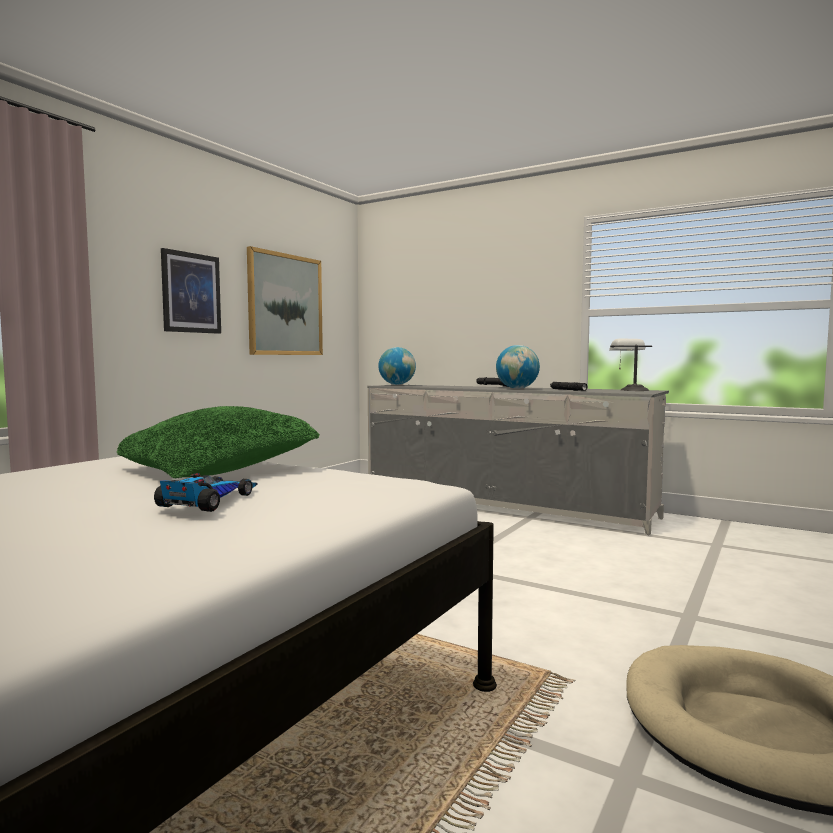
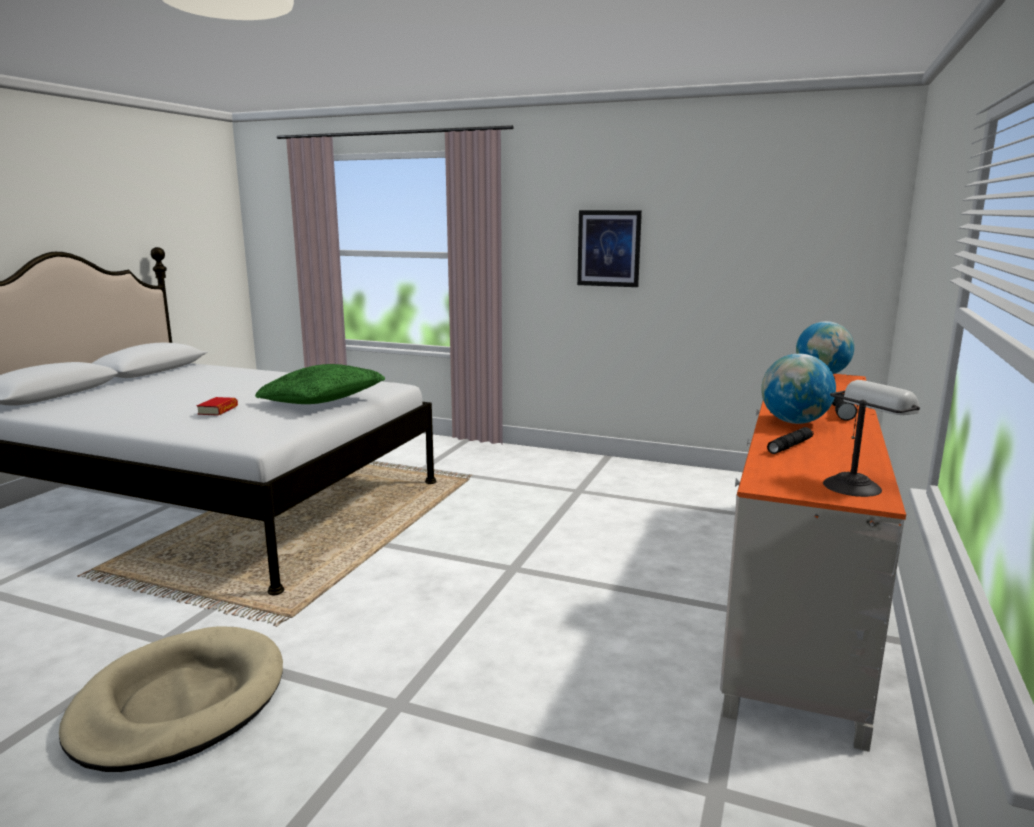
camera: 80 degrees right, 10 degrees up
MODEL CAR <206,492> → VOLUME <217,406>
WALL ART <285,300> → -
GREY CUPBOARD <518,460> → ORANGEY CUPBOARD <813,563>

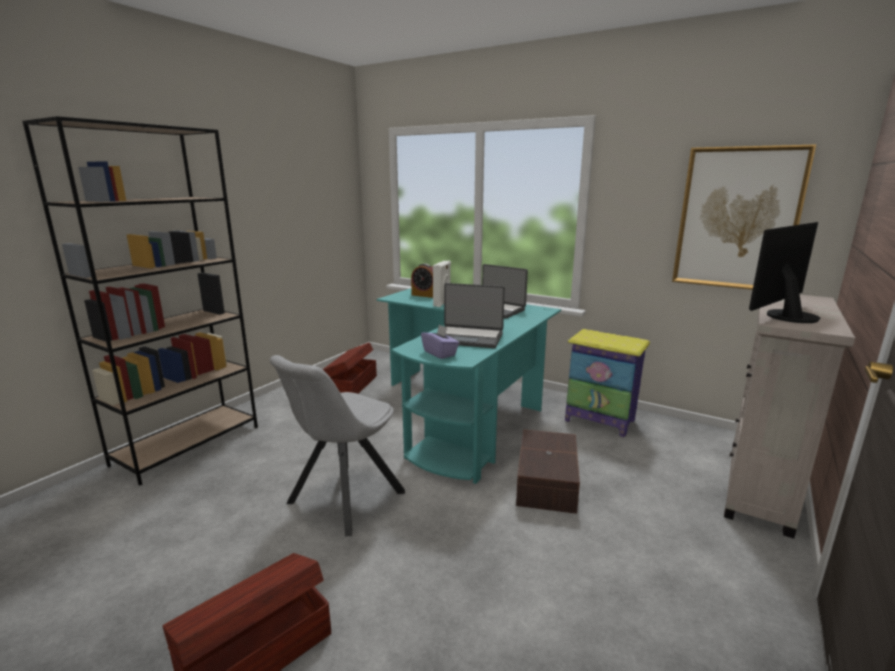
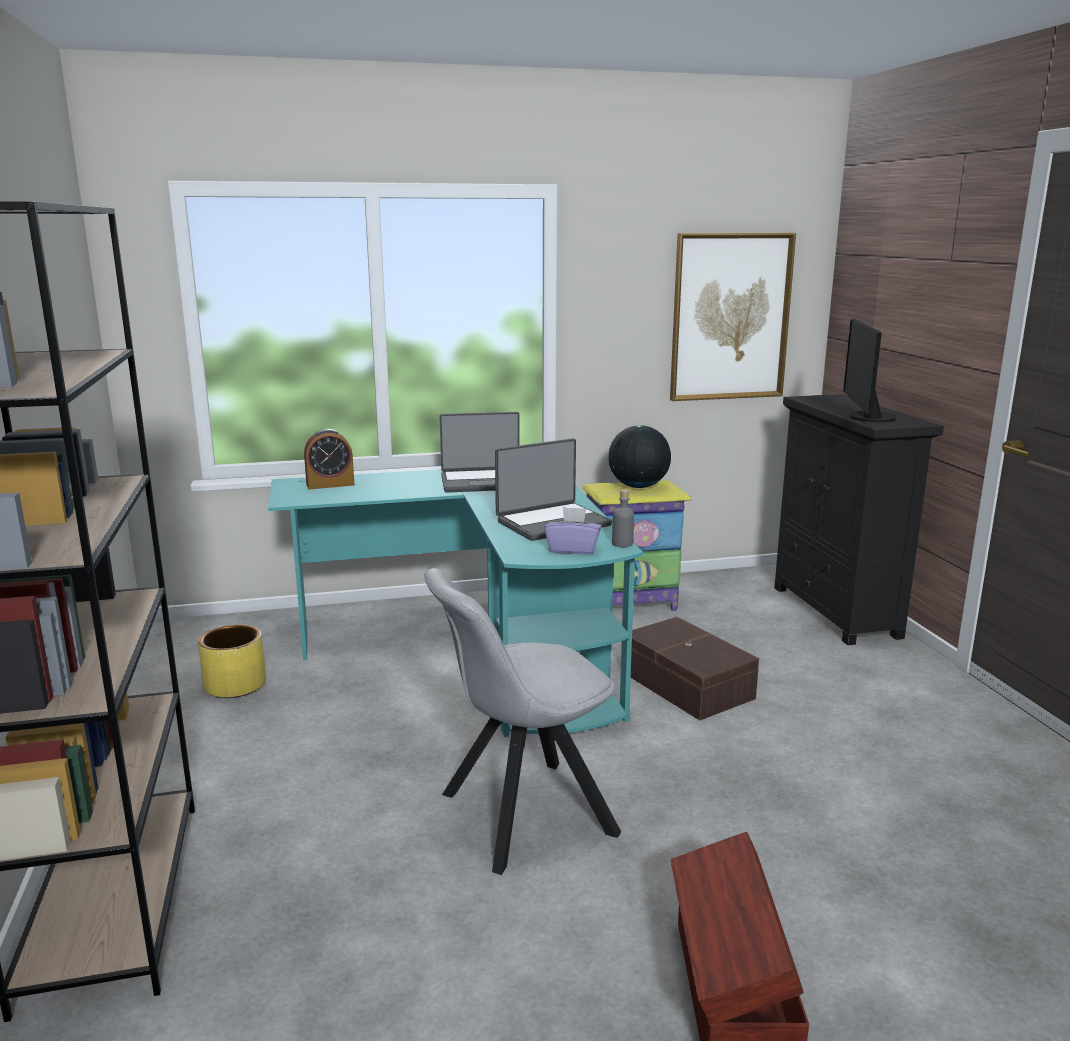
camera: 45 degrees left, 0 degrees up
GREY CHAIR <337,445> → GREY CHAIR <522,721>, 75 degrees clockwise
BROWN-COLOURED STORAGE BIN <350,368> → YELLOWISH PLANT POT <232,661>
WHITE AUDIO SPEAKER <442,284> → -
BEIGE CUPBOARD <789,417> → BLACK-COLOURED CUPBOARD <859,519>
- → DESK GLOBE <640,456>
- → GREY BEVERAGE BOTTLE <623,518>

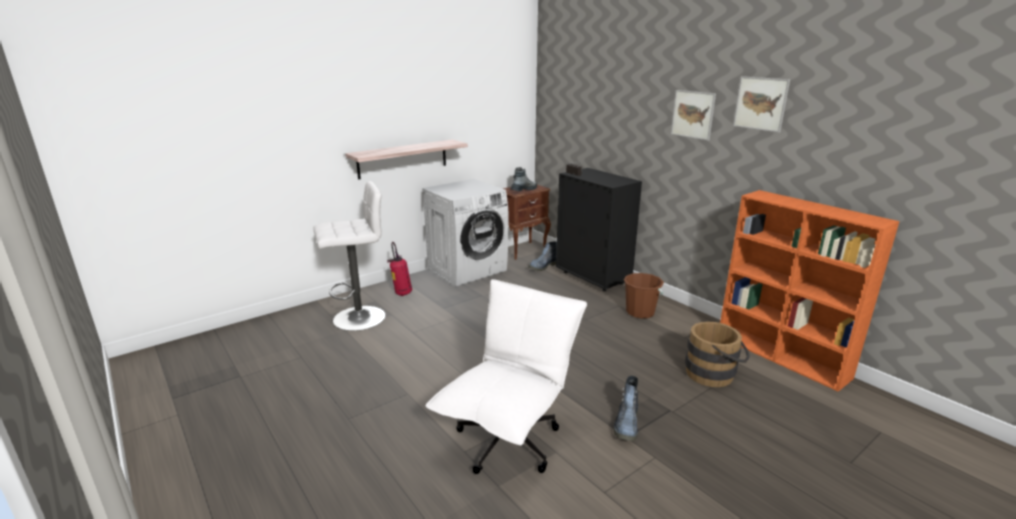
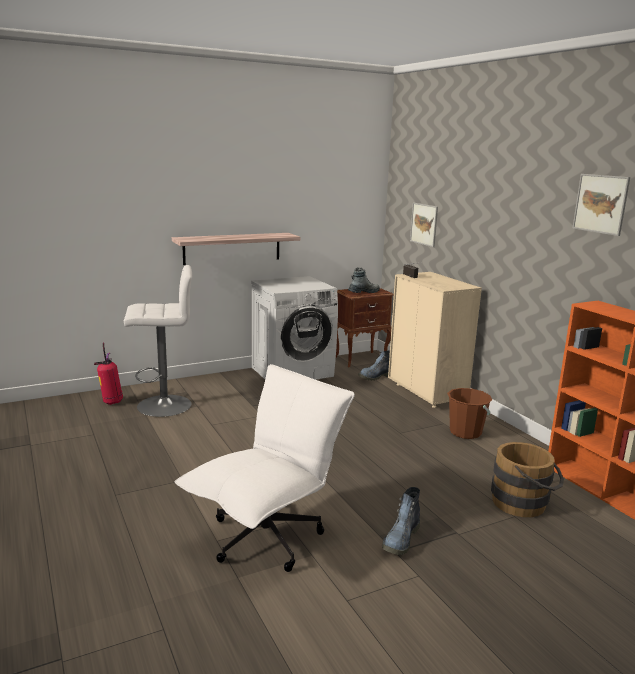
camera: 10 degrees right, 5 degrees down
EXTINGUISHER <399,269> → EXTINGUISHER <108,373>, shifted
BLACK-COLOURED CUPBOARD <599,229> → BEIGE CUPBOARD <435,340>
WALL ART <693,115> → WALL ART <424,225>, shifted

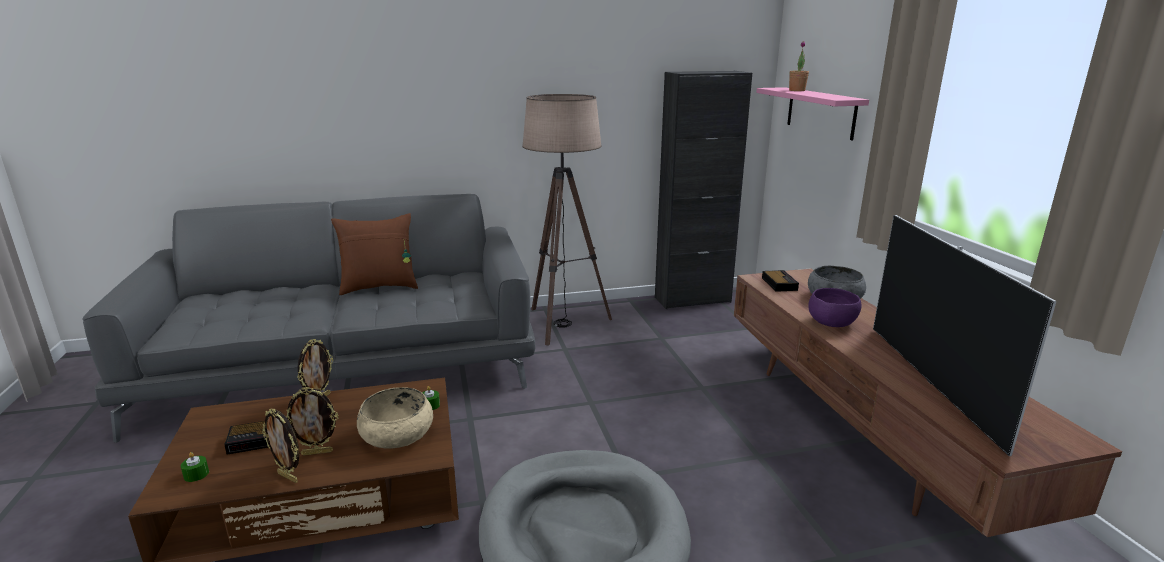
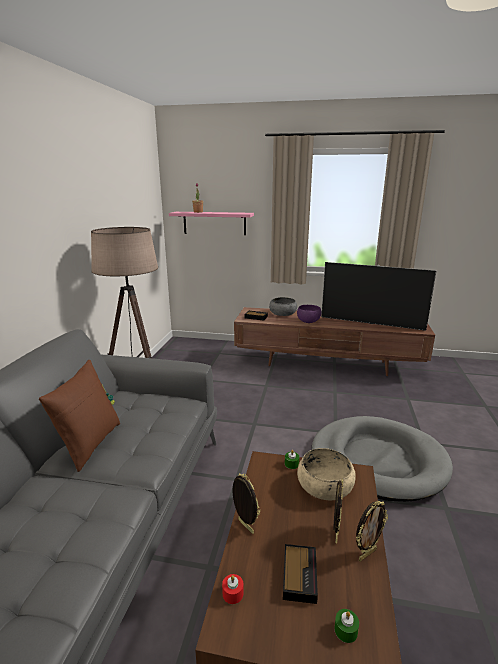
camera: 65 degrees left, 0 degrees up
BLACK-COLOURED CUPBOARD <703,190> → -
- → RED-COLOURED WAX LIGHT <233,589>

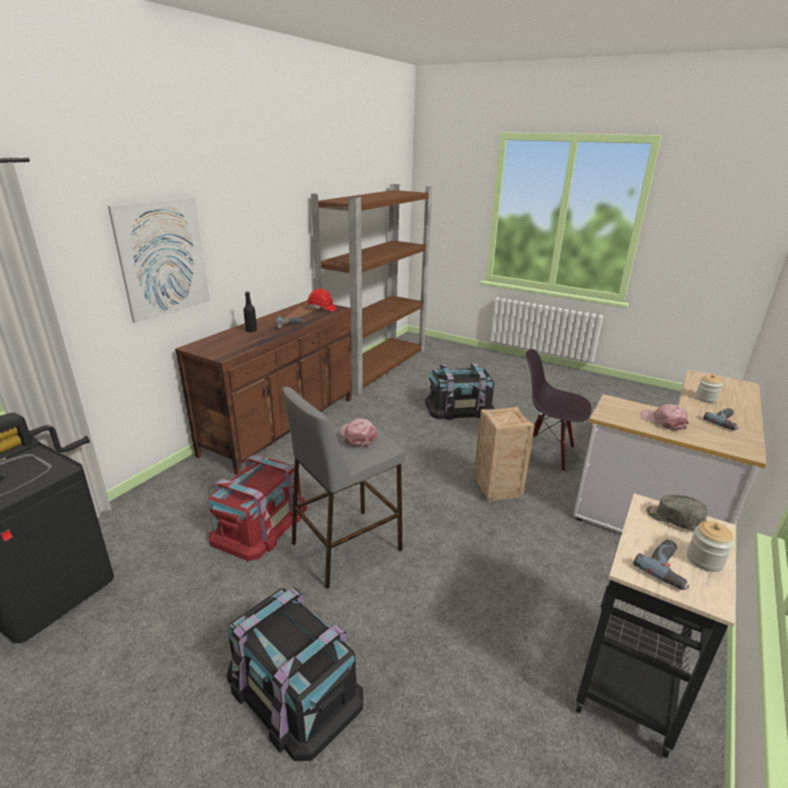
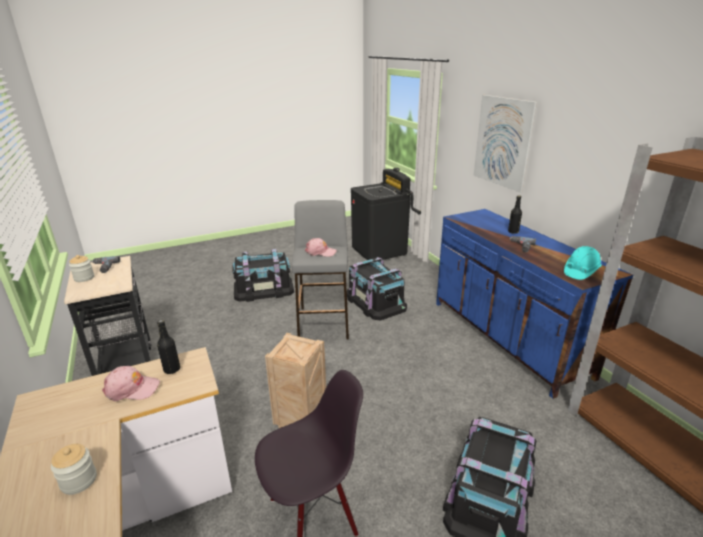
camera: 125 degrees right, 0 degrees up
BROWN-COLOURED CUPBOARD <263,388> → BLUISH CUPBOARD <534,304>
RED-COLOURED STORAGE BIN <257,508> → BLACK-COLOURED STORAGE BIN <377,288>
RED-COLOURED WORK HELMET <322,300> → TURQUOISE WORK HELMET <583,263>
GREY BASEBALL CAP <676,513> → -
DRILL <720,419> → -
- → BLACK-COLOURED BEVERAGE BOTTLE <168,347>

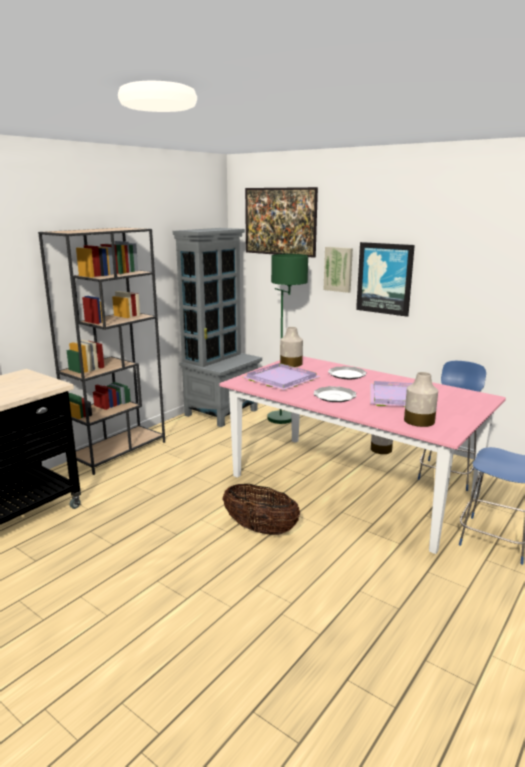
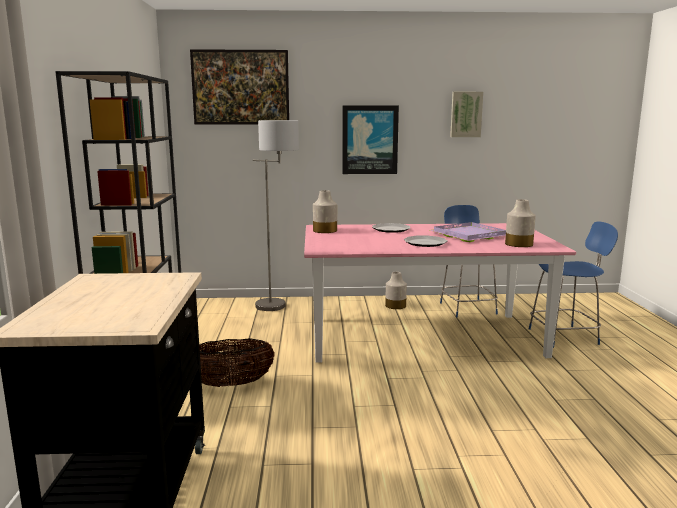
camera: 40 degrees left, 5 degrees down
GREY CUPBOARD <217,327> → -
STORAGE BASKET <261,509> → STORAGE BASKET <237,362>, shifted
PURPLE SERVING TRAY <282,376> → -
GREEN-COLOURED FLOOR LAMP <287,339> → GREY FLOOR LAMP <276,215>
WALL ART <338,270> → WALL ART <466,114>, shifted

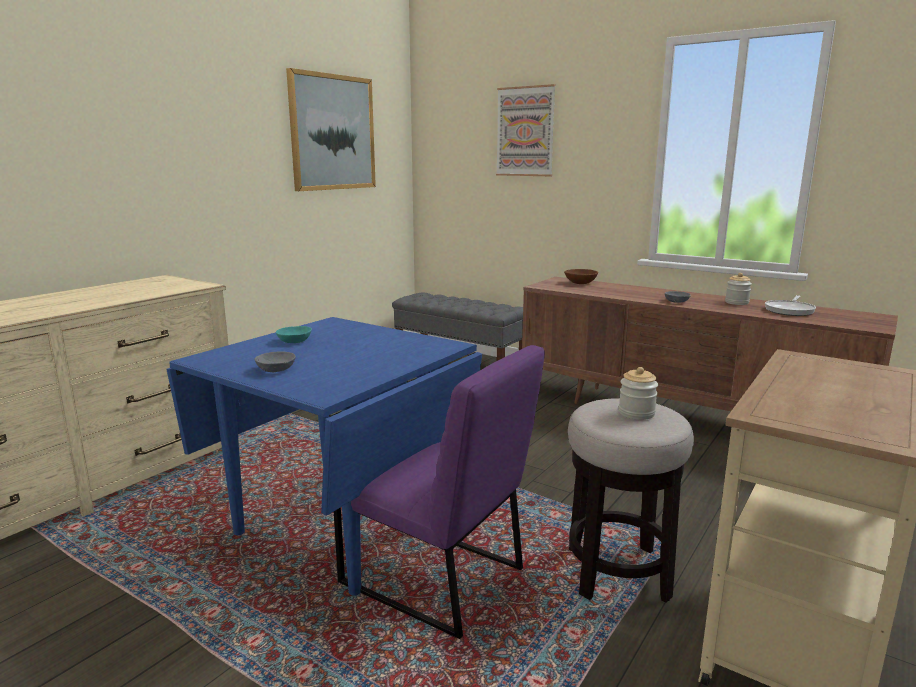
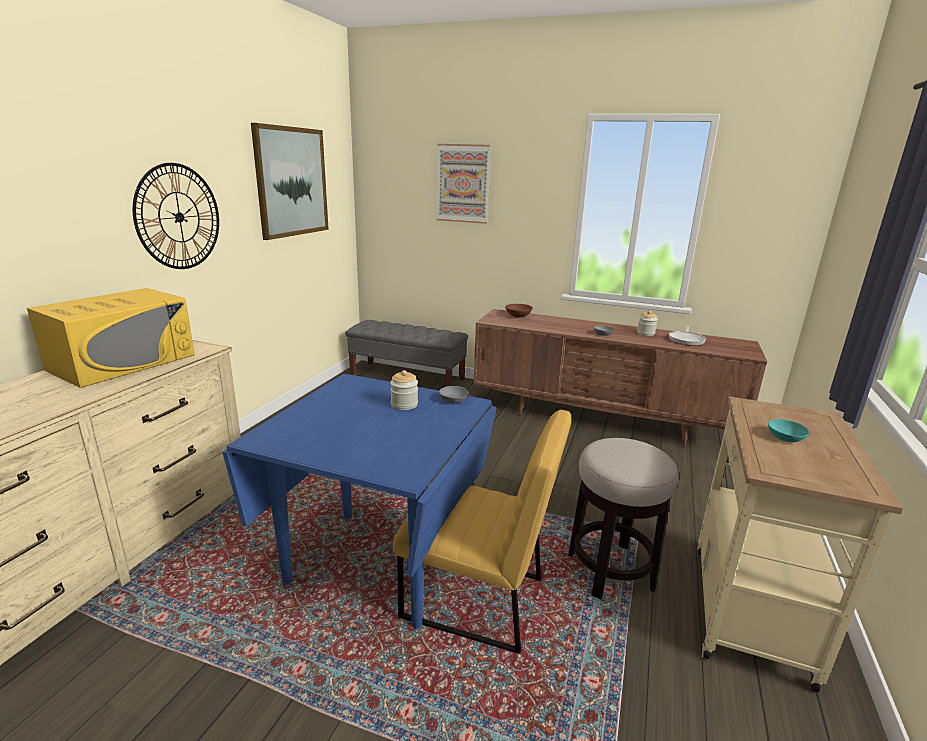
camera: 15 degrees left, 5 degrees up
GREY BOWL <275,362> → GREY BOWL <454,395>, shifted
TURQUOISE BOWL <294,334> → TURQUOISE BOWL <789,430>, shifted
PURPLE CHAIR <439,492> → YELLOWISH CHAIR <482,531>
PRESERVE JAR <638,393> → PRESERVE JAR <404,390>, shifted
- → YELLOWISH MICROWAVE OVEN <111,338>
- → WALL CLOCK <176,216>

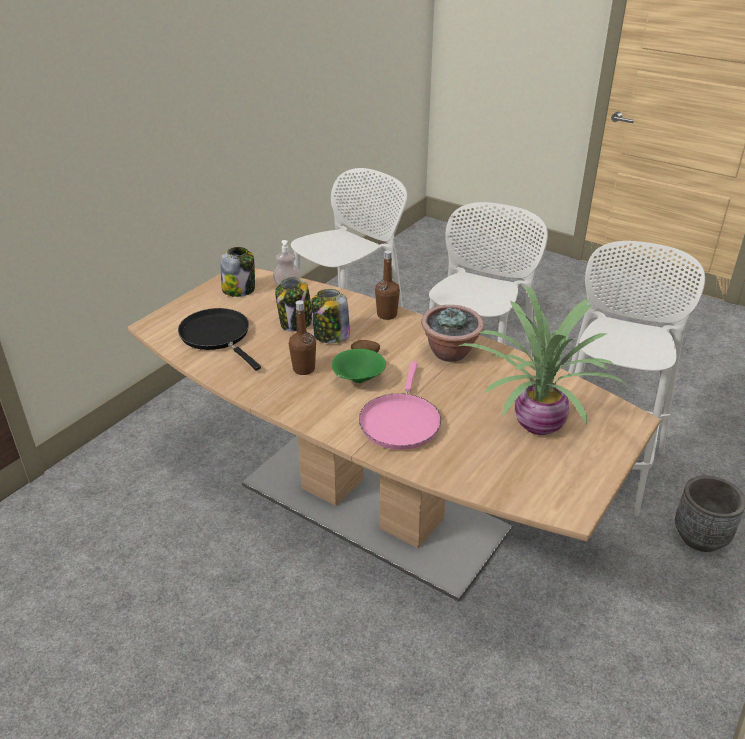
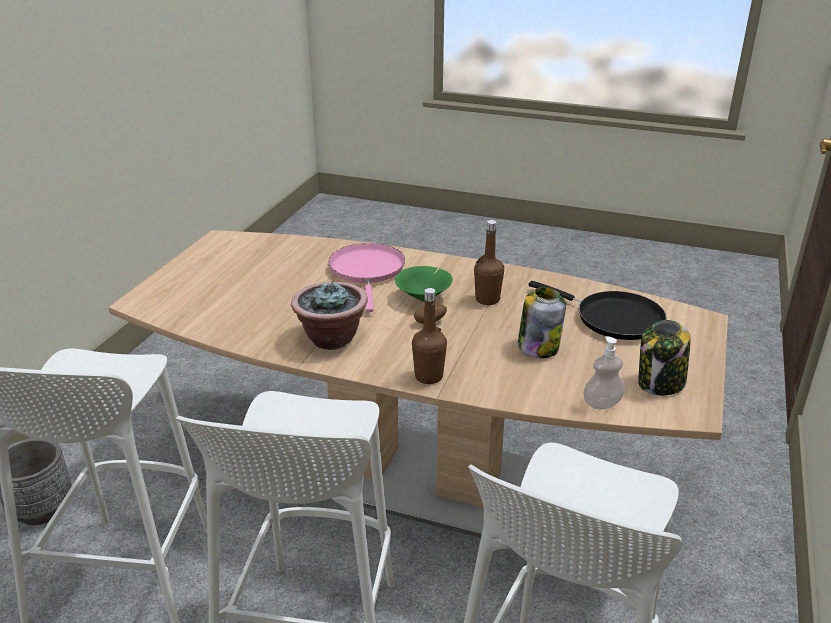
camera: 165 degrees right, 5 degrees down
PRESERVE JAR <330,316> → -
HOUSEPLANT <542,360> → -

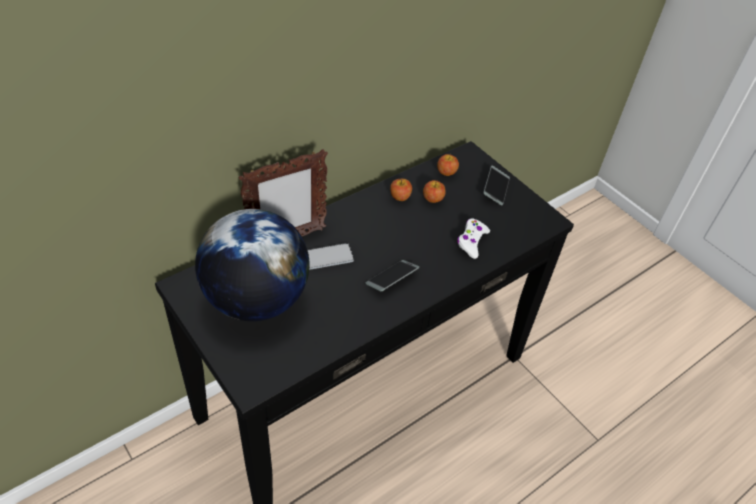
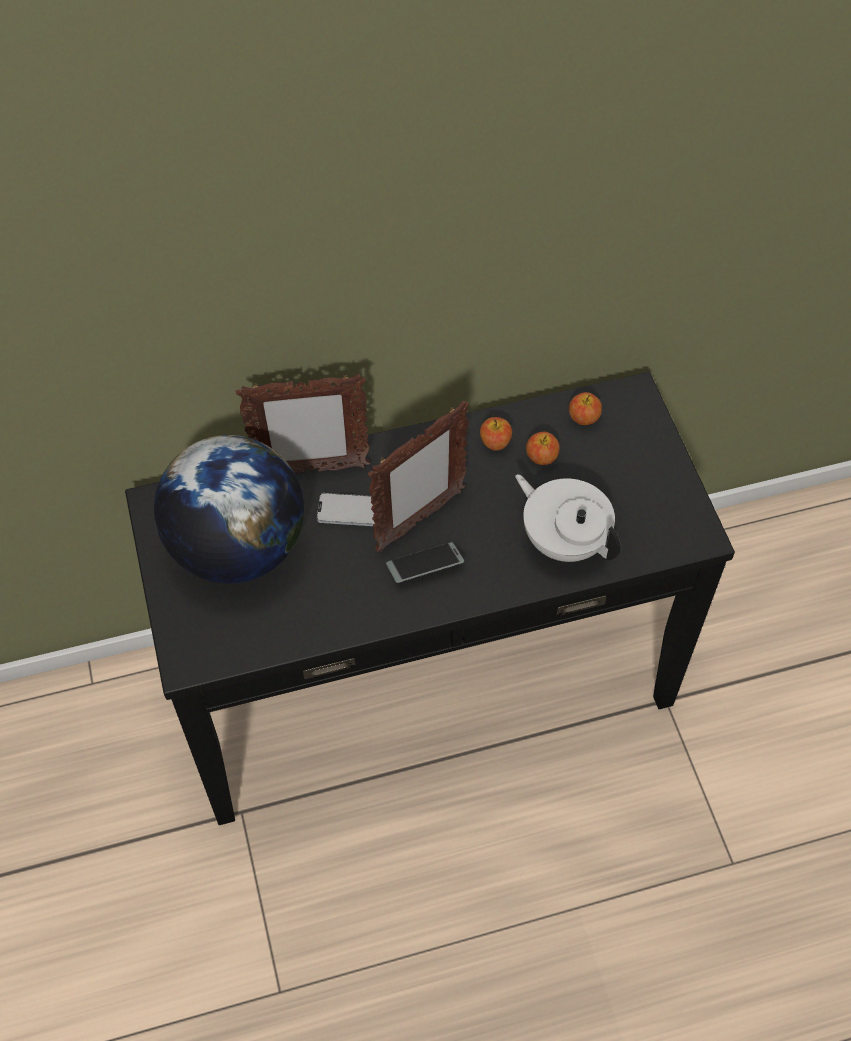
camera: 25 degrees right, 10 degrees up
WHITE GAME CONTROLLER <473,238> → WHITE TEAPOT <568,518>
TELEPHONE <496,185> → -
- → PHOTO FRAME <419,476>

